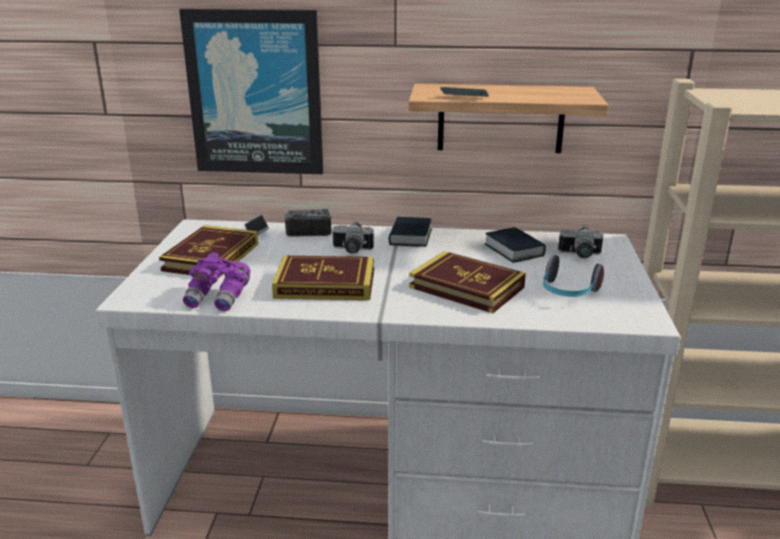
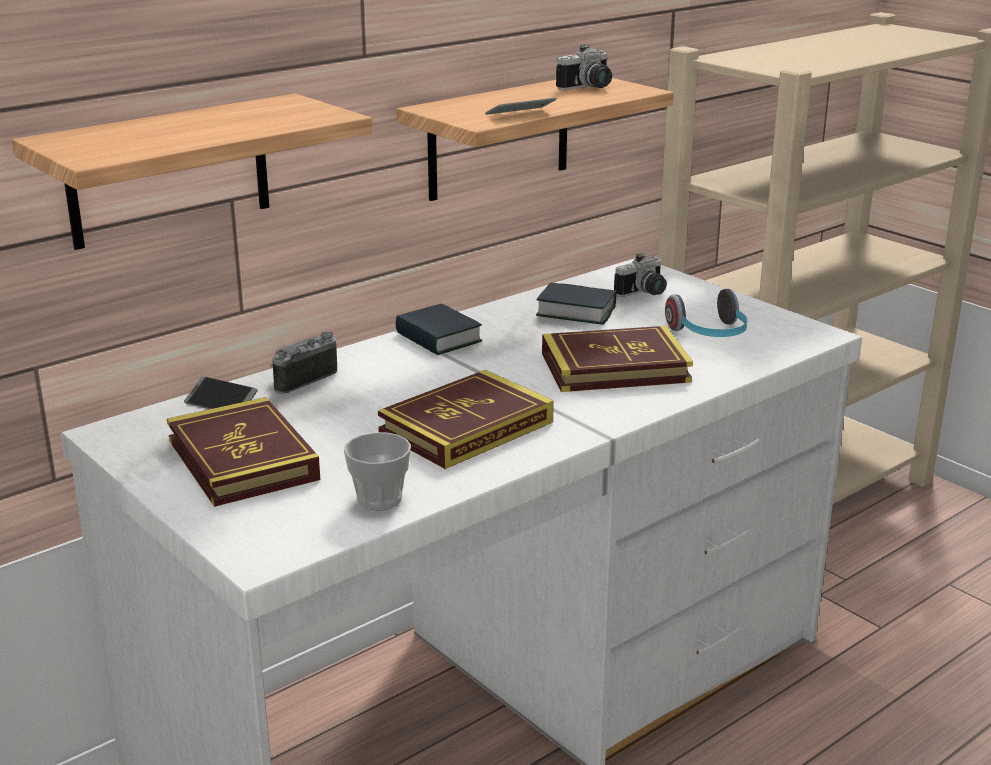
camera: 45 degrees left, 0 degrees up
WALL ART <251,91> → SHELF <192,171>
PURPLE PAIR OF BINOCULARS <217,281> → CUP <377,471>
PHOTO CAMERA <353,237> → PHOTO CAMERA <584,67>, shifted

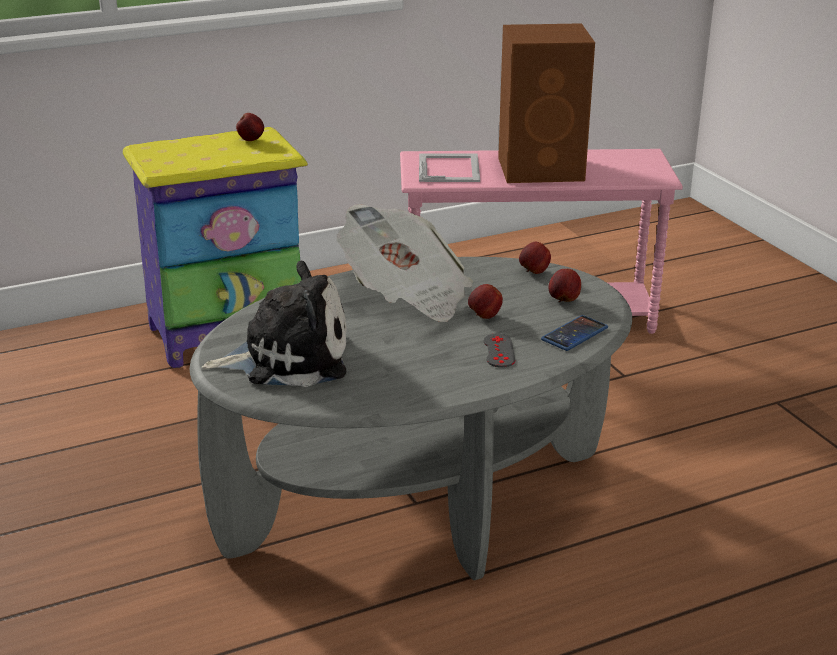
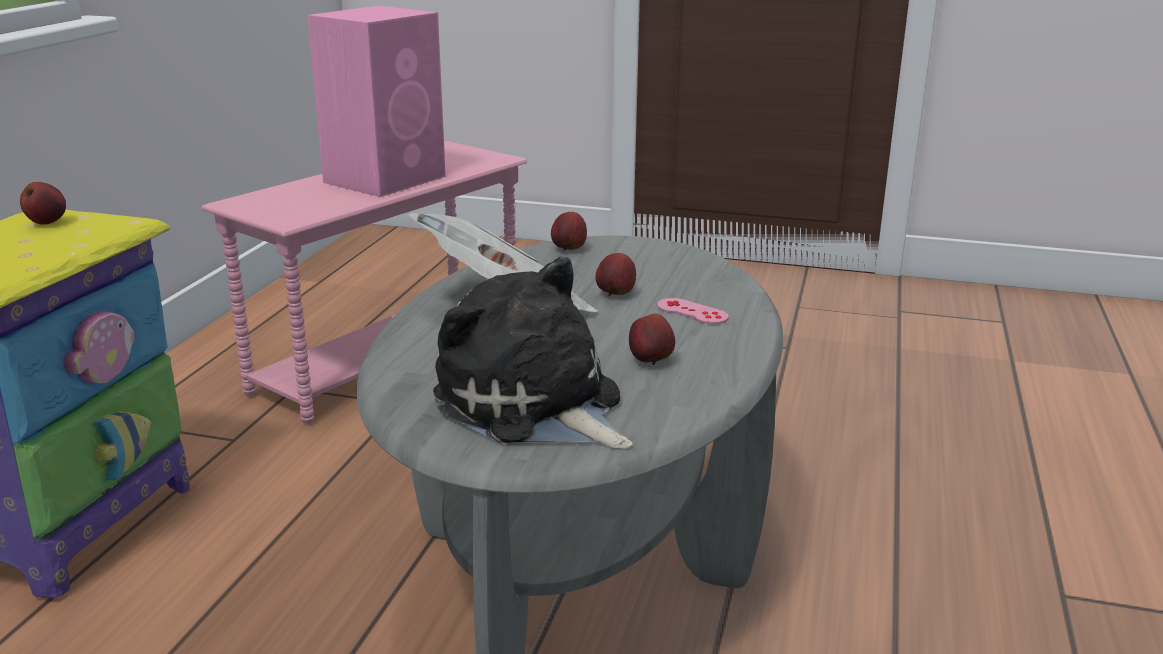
camera: 50 degrees left, 5 degrees down
SOFT TOY <274,324> → SOFT TOY <532,352>, 75 degrees counterclockwise
PHOTO FRAME <449,167> → -
GREY GAME CONTROLLER <499,350> → PINK GAME CONTROLLER <693,311>
BROWN-COLOURED AUDIO SPEAKER <546,103> → PINK AUDIO SPEAKER <376,101>
TELEPHONE <574,333> → -
APPLE <564,285> → APPLE <652,339>, shifted

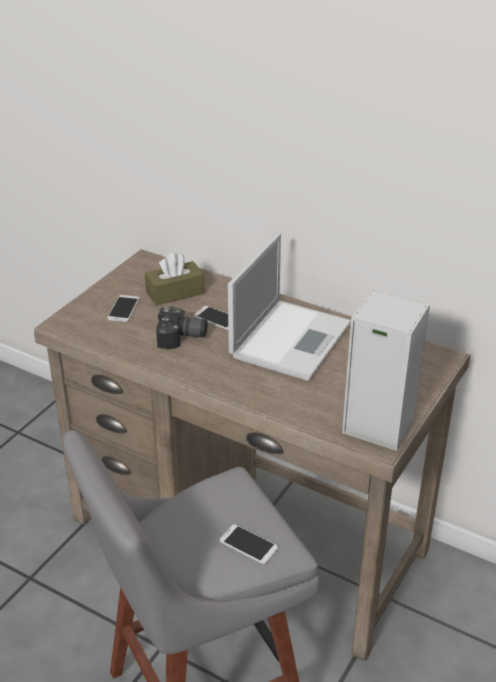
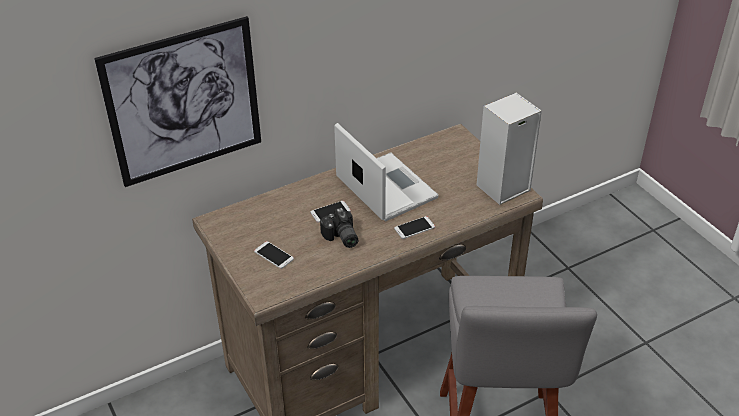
camera: 60 degrees left, 5 degrees up
BROWN-COLOURED TISSUE BOX <175,279> → -
PHOTO CAMERA <182,328> → PHOTO CAMERA <339,227>, 120 degrees clockwise
TELEPHONE <249,544> → TELEPHONE <414,227>, shifted
- → WALL ART <177,101>

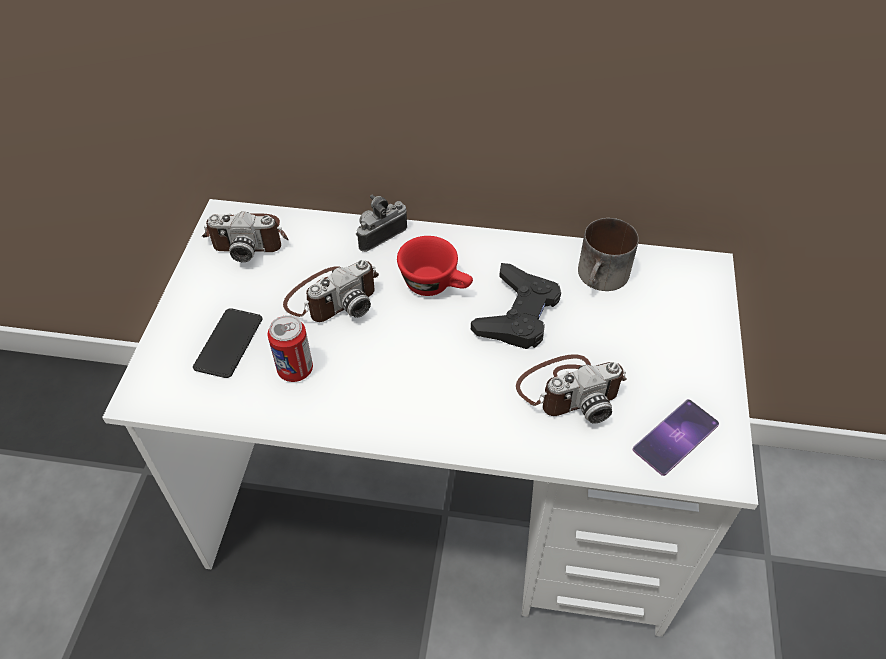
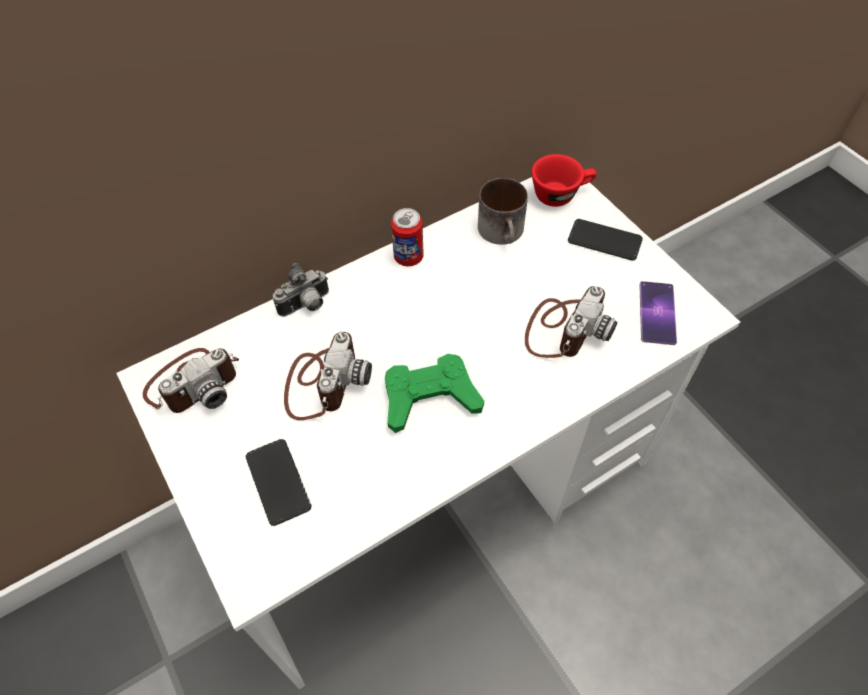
camera: 40 degrees left, 5 degrees up
SEALED CAN <290,348> → SEALED CAN <407,237>, shifted
PHOTO CAMERA <381,223> → PHOTO CAMERA <300,290>, 135 degrees counterclockwise
RED-COLOURED CUP <435,266> → RED-COLOURED CUP <564,180>, shifted
BLACK-COLOURED GAME CONTROLLER <516,306> → -
- → GREEN-COLOURED GAME CONTROLLER <434,393>
- → TELEPHONE <605,239>

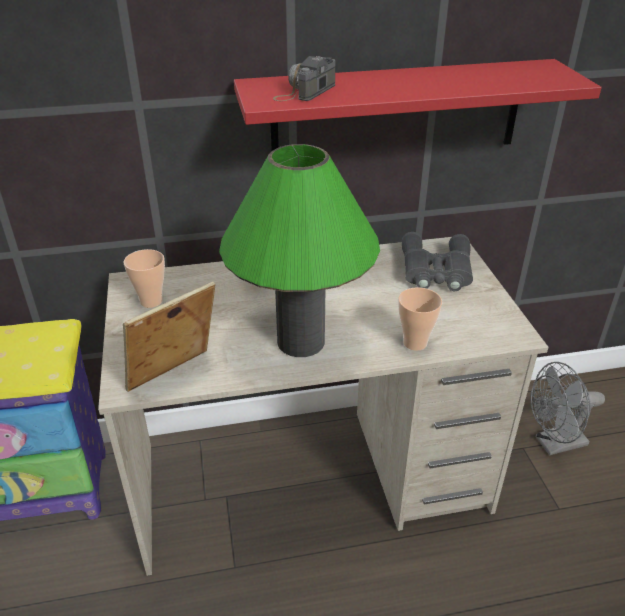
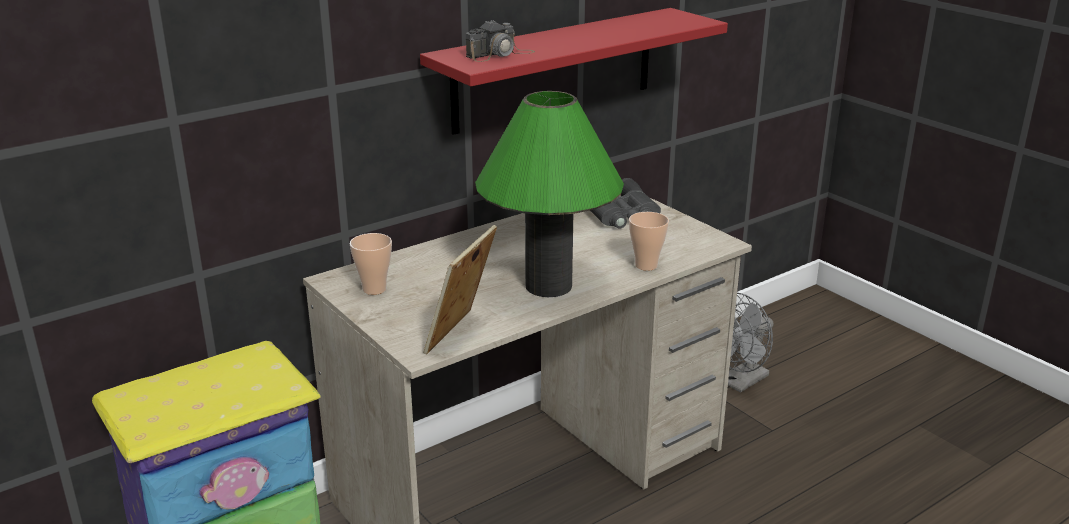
camera: 25 degrees left, 10 degrees down
PHOTO CAMERA <304,78> → PHOTO CAMERA <500,41>, 135 degrees counterclockwise

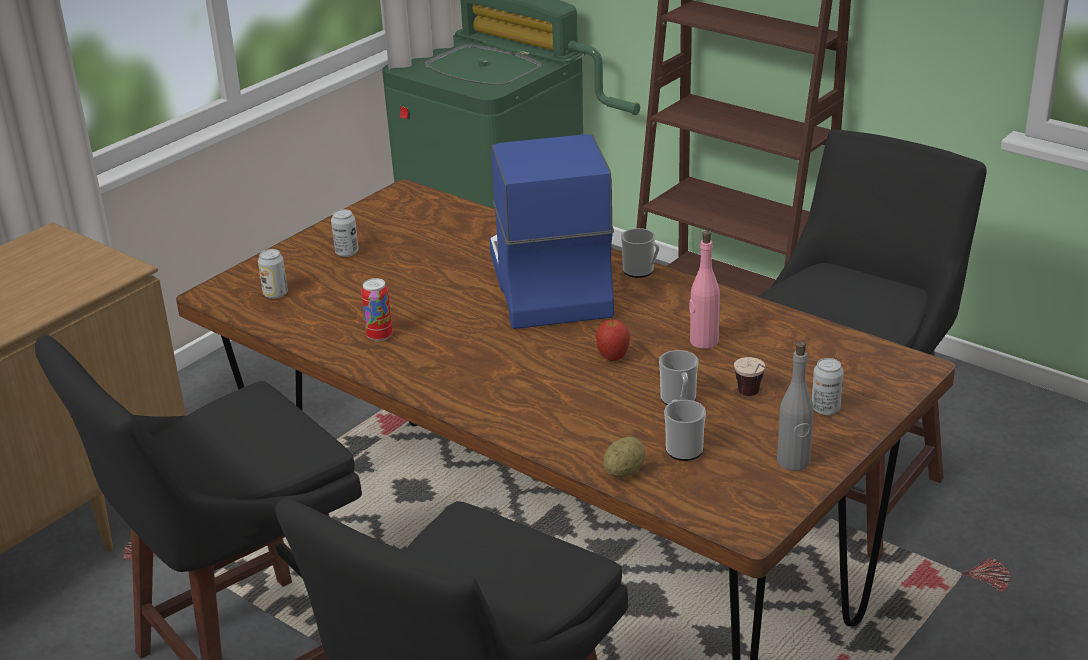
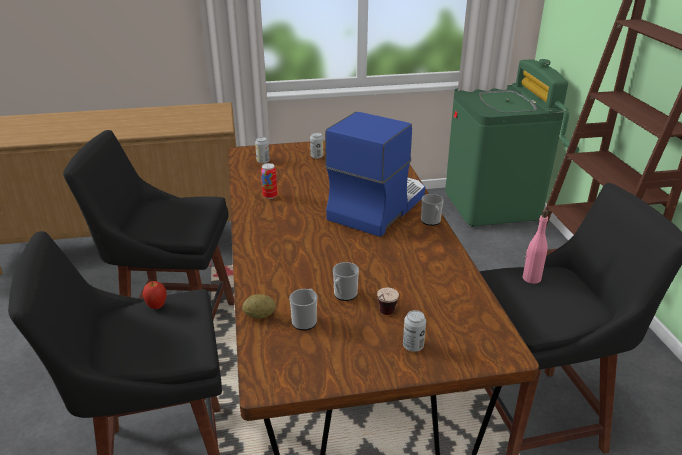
camera: 40 degrees right, 0 degrees up
APPLE <613,340> → APPLE <154,295>, shifted
PINK BEVERAGE BOTTLE <704,290> → PINK BEVERAGE BOTTLE <535,246>, shifted
GREY BEVERAGE BOTTLE <795,406> → -

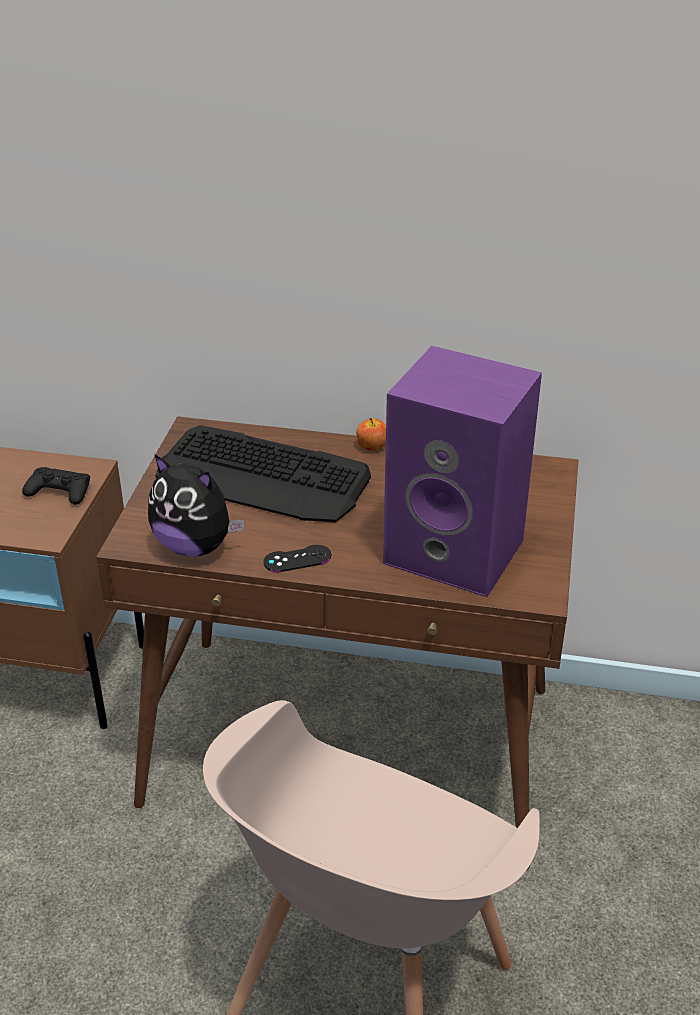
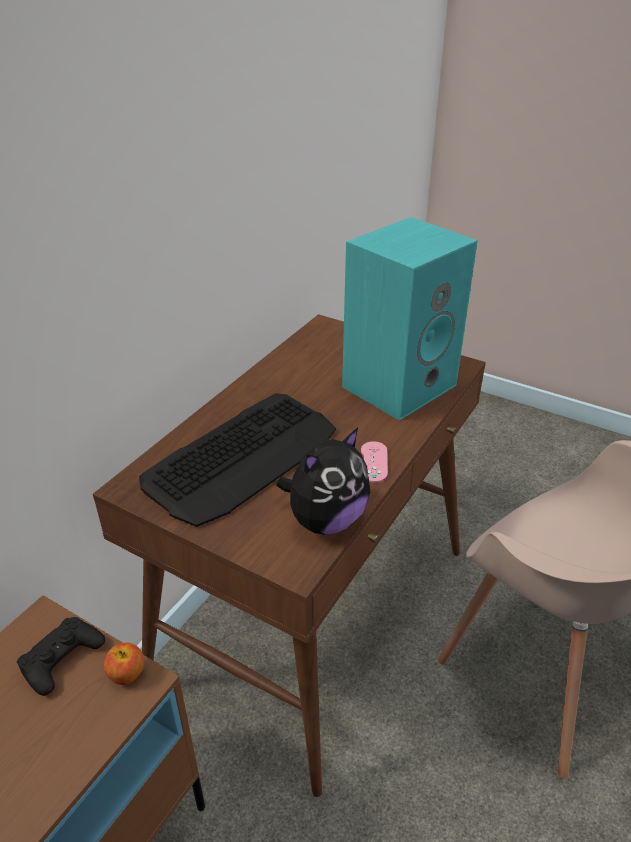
camera: 70 degrees left, 0 degrees up
BLACK-COLOURED GAME CONTROLLER <297,558> → PINK GAME CONTROLLER <374,462>
APPLE <371,434> → APPLE <124,664>, shifted
PURPLE AUDIO SPEAKER <462,471> → TURQUOISE AUDIO SPEAKER <410,319>

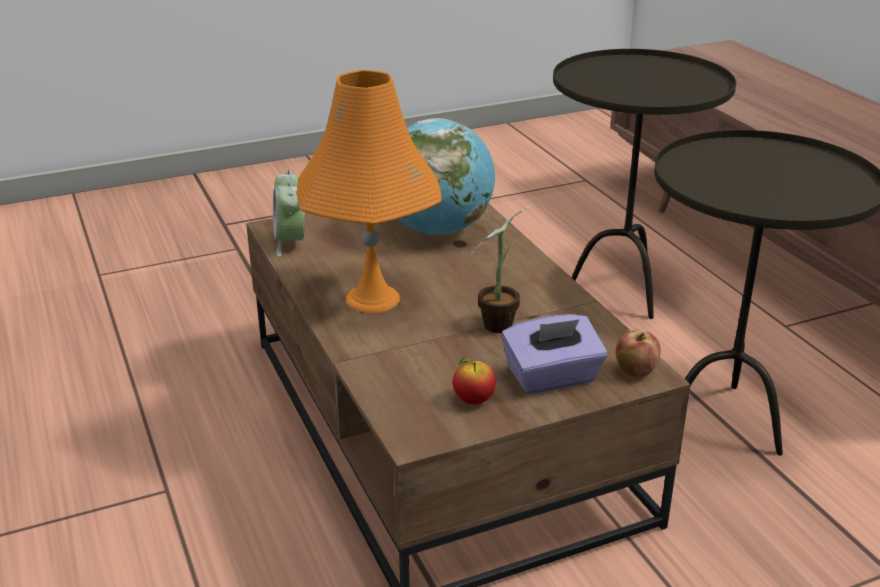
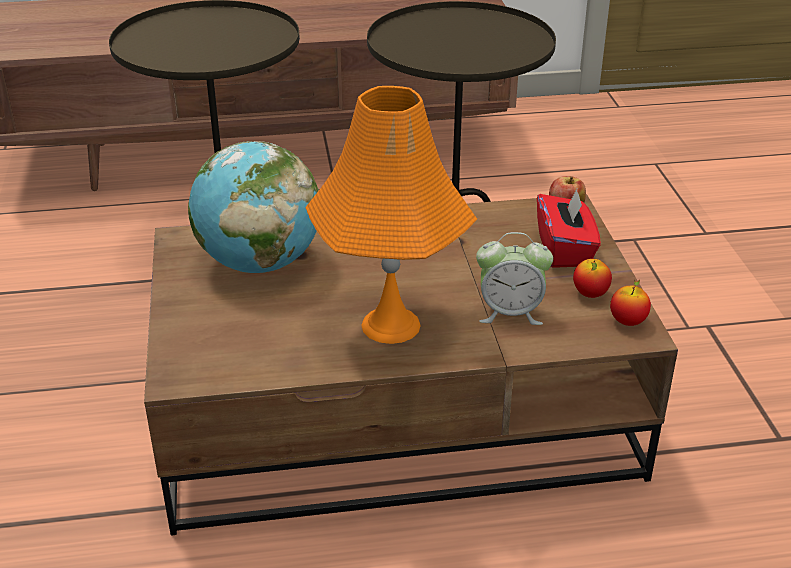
camera: 75 degrees left, 5 degrees up
BEDSIDE CLOCK <289,213> → BEDSIDE CLOCK <514,278>, shifted
HOUSEPLANT <501,269> → -
PURPLE TISSUE BOX <554,354> → RED-COLOURED TISSUE BOX <569,227>
- → APPLE <630,302>

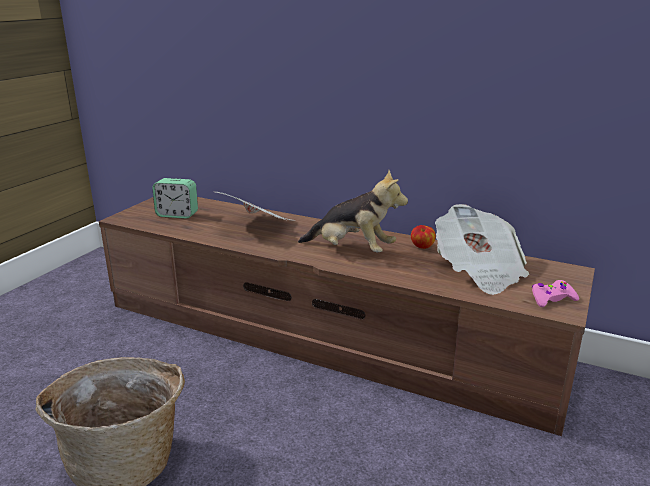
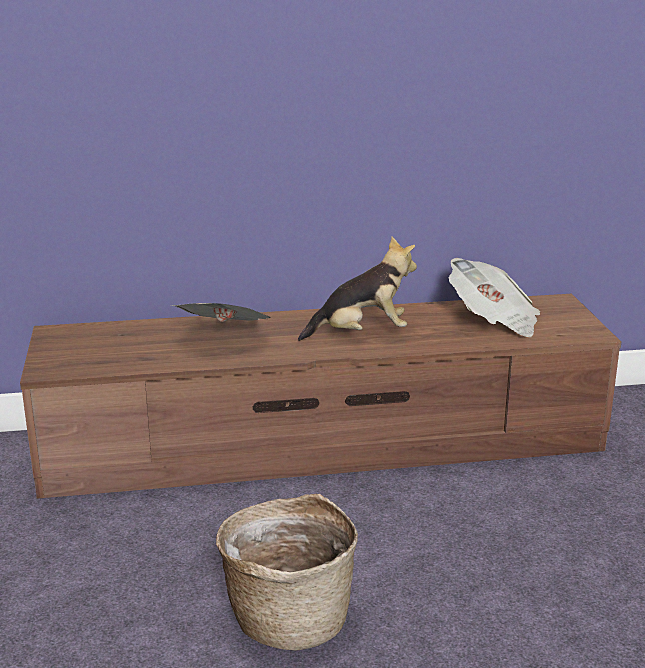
camera: 35 degrees left, 0 degrees up
BEDSIDE CLOCK <175,198> → -
APPLE <423,237> → -
PINK GAME CONTROLLER <555,293> → -

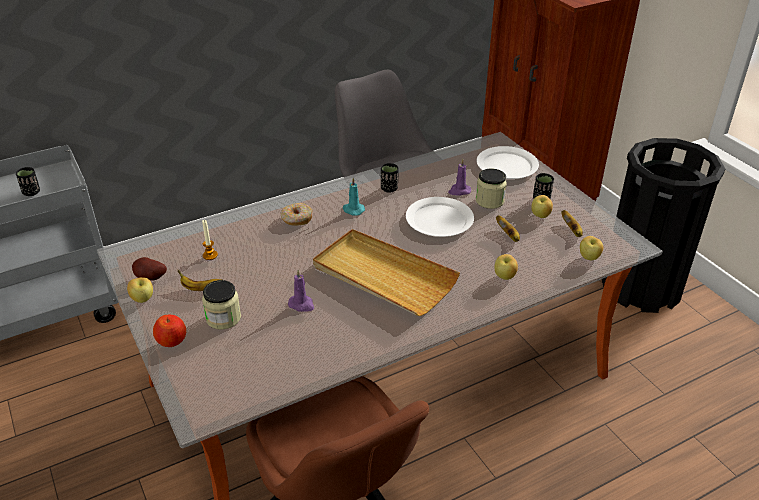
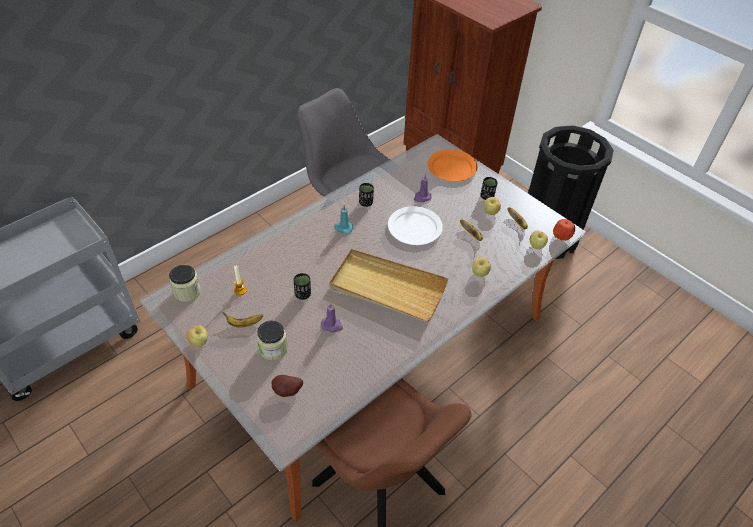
camera: 15 degrees left, 10 degrees up
BLACK-COLOURED CUP <28,181> → BLACK-COLOURED CUP <302,286>, shifted
WHOLE POTATO <149,269> → WHOLE POTATO <287,386>, shifted
APPLE <169,331> → APPLE <564,230>, shifted
RING DOUGHNUT <296,214> → -
PRESERVE JAR <491,189> → PRESERVE JAR <185,283>, shifted
WHITE PLATE <508,162> → ORANGEY PLATE <453,165>

